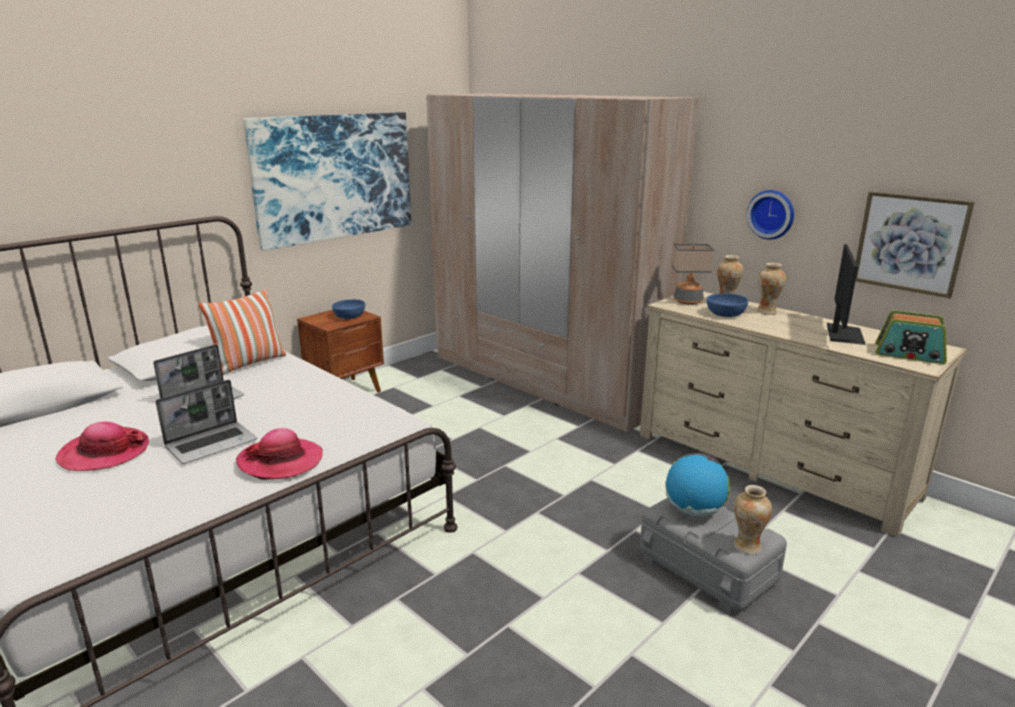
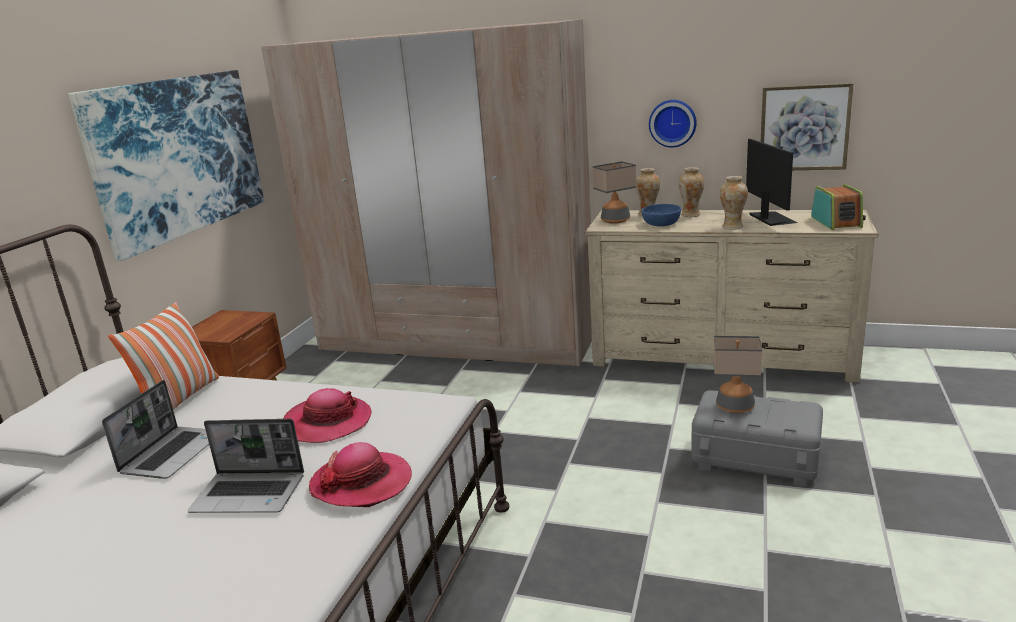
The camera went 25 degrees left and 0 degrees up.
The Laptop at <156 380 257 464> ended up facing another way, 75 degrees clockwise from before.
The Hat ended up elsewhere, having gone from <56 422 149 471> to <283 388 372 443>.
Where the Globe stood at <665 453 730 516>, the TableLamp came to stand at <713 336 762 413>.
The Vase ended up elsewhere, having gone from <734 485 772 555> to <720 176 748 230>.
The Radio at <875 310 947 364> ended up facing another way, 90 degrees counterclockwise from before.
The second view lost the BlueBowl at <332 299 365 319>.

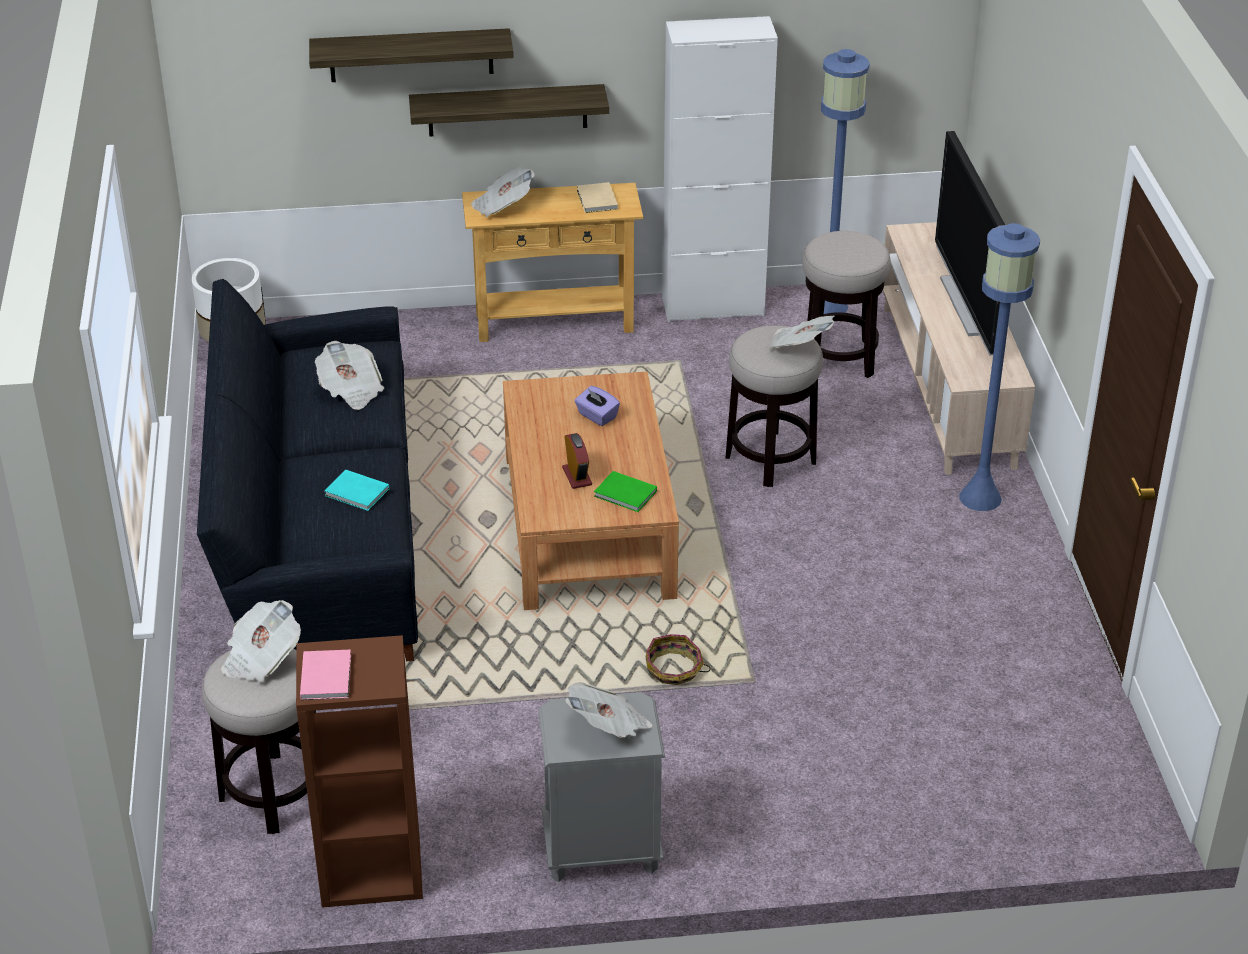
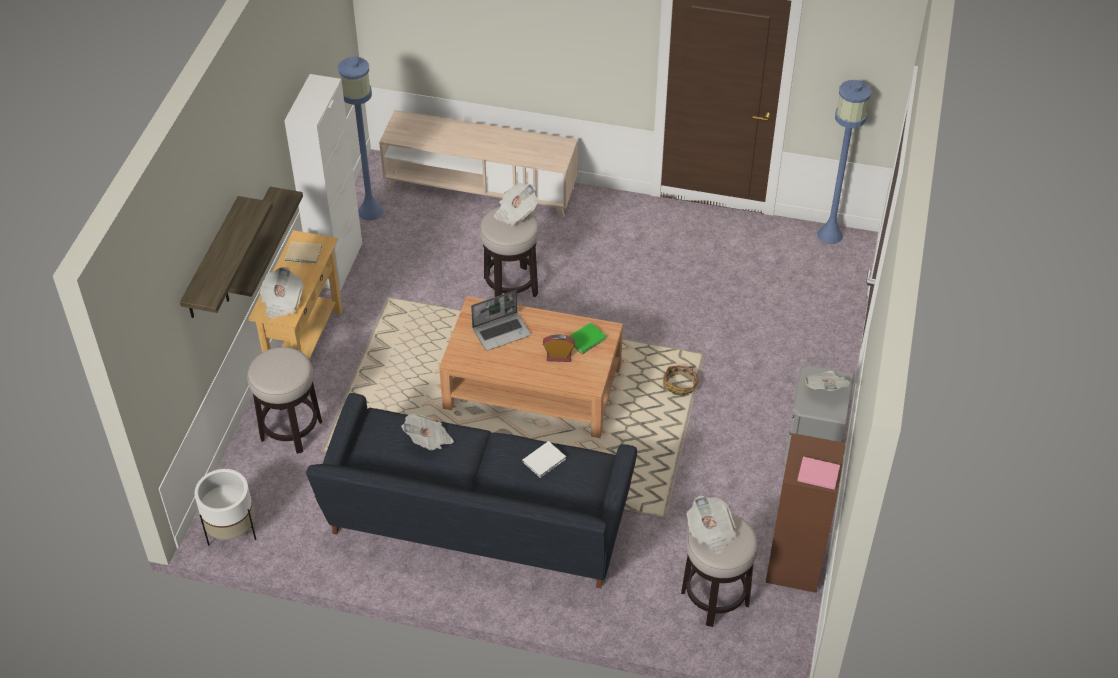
The camera went 70 degrees left and 10 degrees up.
The Stool ended up elsewhere, having gone from <802 231 891 378> to <247 347 322 454>.
Where the PurpleTissueBox stood at <575 386 620 426>, the Laptop came to stand at <471 290 531 351>.
What was the TurquoiseBook at <324 470 389 511> turned into the WhiteBook at <522 441 566 478>.
The BlueFloorLamp ended up elsewhere, having gone from <959 223 1040 511> to <817 80 872 244>.
The second view lost the Television at <935 131 1005 355>.

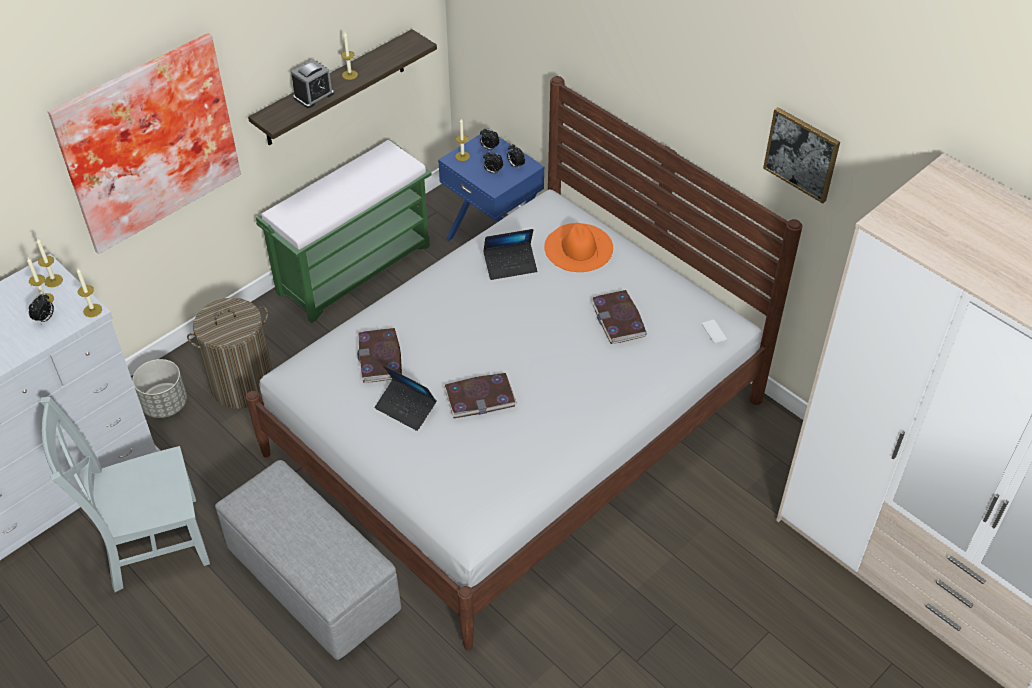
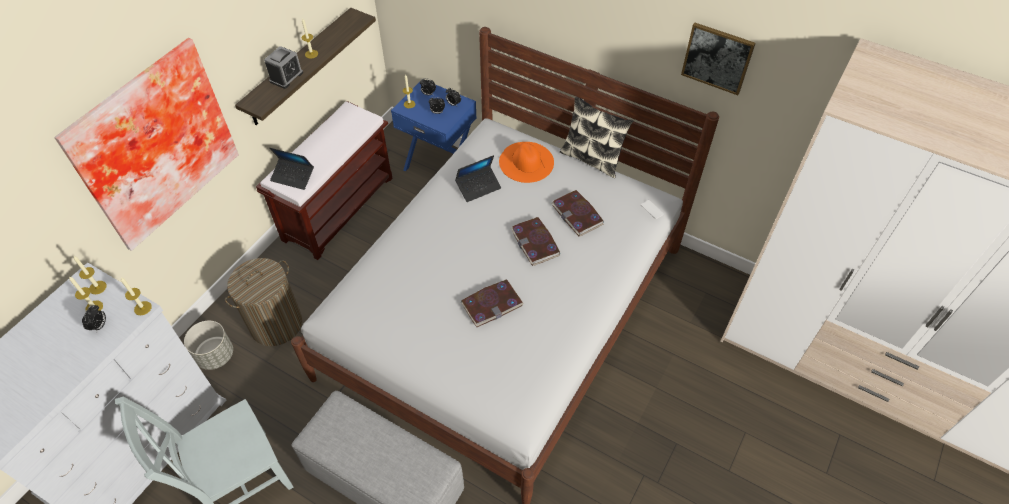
The camera went 15 degrees left and 5 degrees up.
What was the GreenBench at <256 140 432 323> turned into the BrownBench at <256 101 393 260>.
The Laptop ended up elsewhere, having gone from <375 365 437 431> to <270 148 314 190>.
The Book ended up elsewhere, having gone from <357 328 402 383> to <511 217 560 266>.
The second view gained the Pillow at <560 96 633 178>.

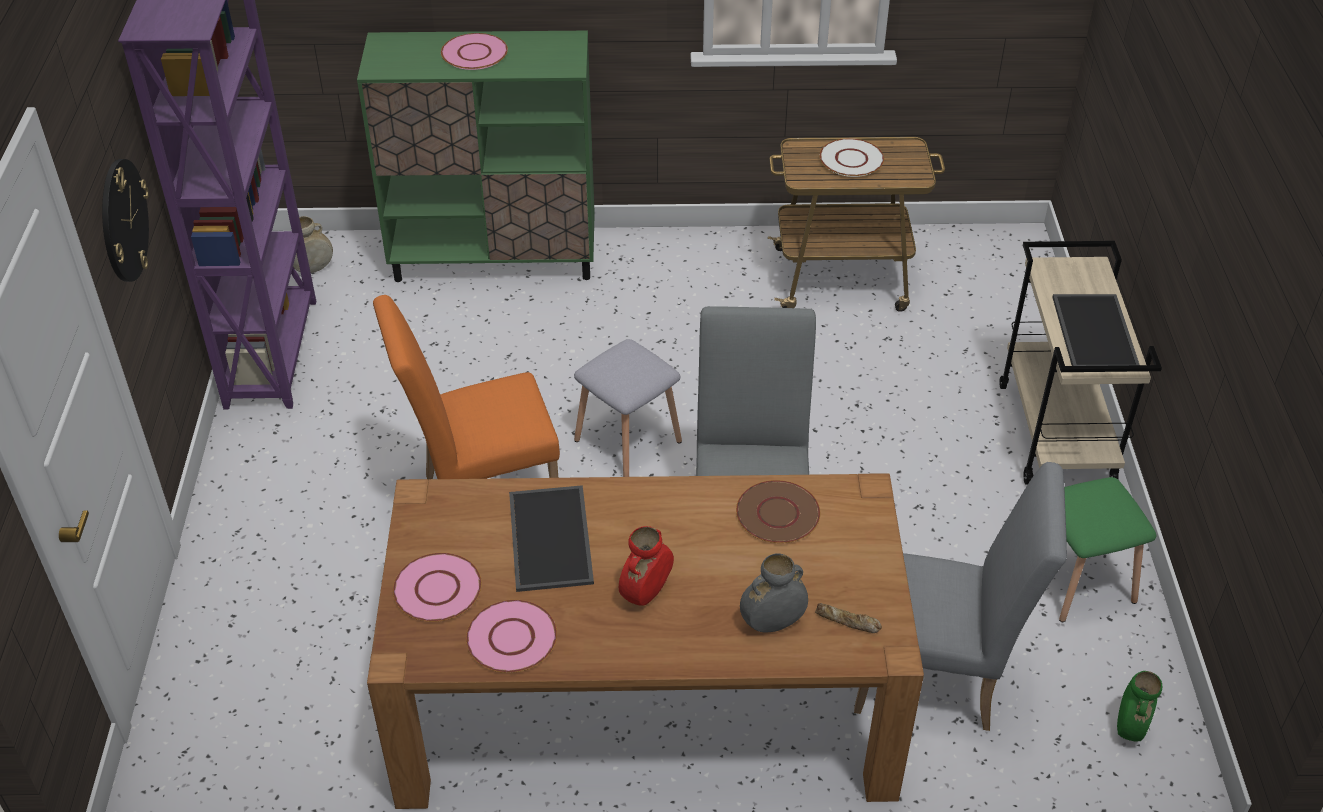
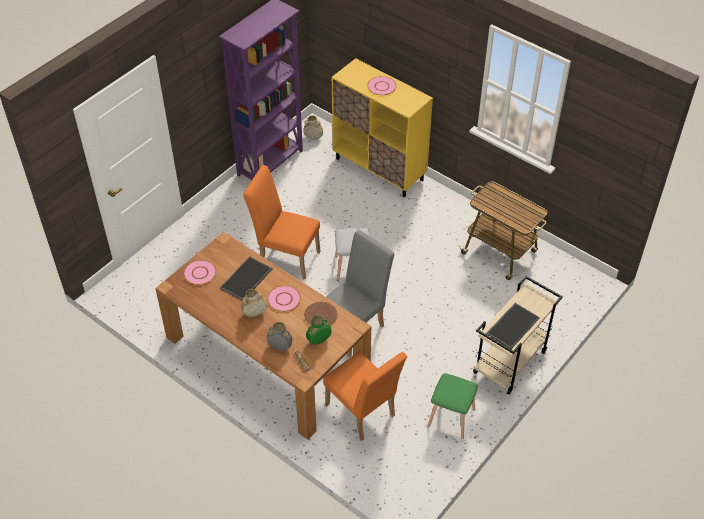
The camera went 40 degrees right and 5 degrees up.
What was the RedVase at <619 526 674 606> turned into the BeigeVase at <241 289 267 317>.
The PinkPlate ended up elsewhere, having gone from <466 600 557 673> to <267 286 301 312>.
The GreenVase ended up elsewhere, having gone from <1117 671 1162 742> to <306 316 332 345>.
What was the GreyChair at <854 462 1067 731> turned into the OrangeChair at <323 352 407 441>.
What was the GreenCabinet at <357 31 595 282> turned into the YellowCabinet at <331 58 433 197>.
The second view lost the WallClock at <102 159 149 282>.
The second view lost the WhitePlate at <819 138 884 177>.

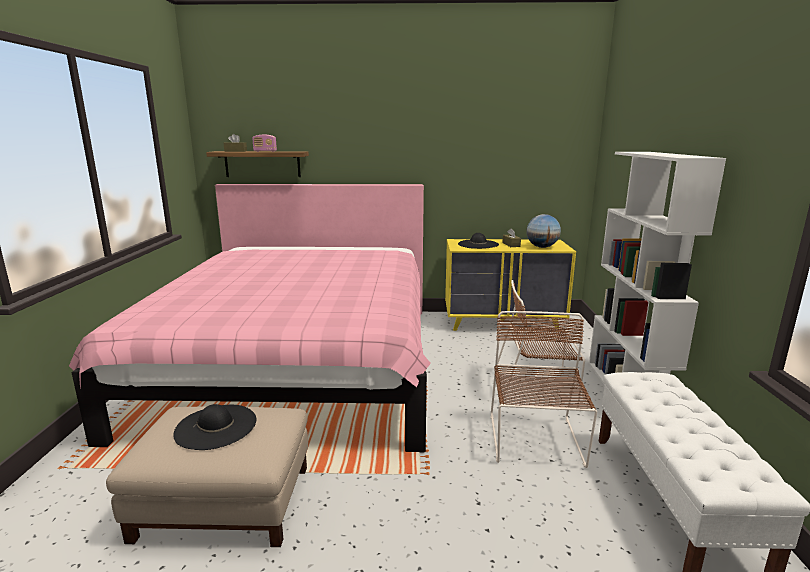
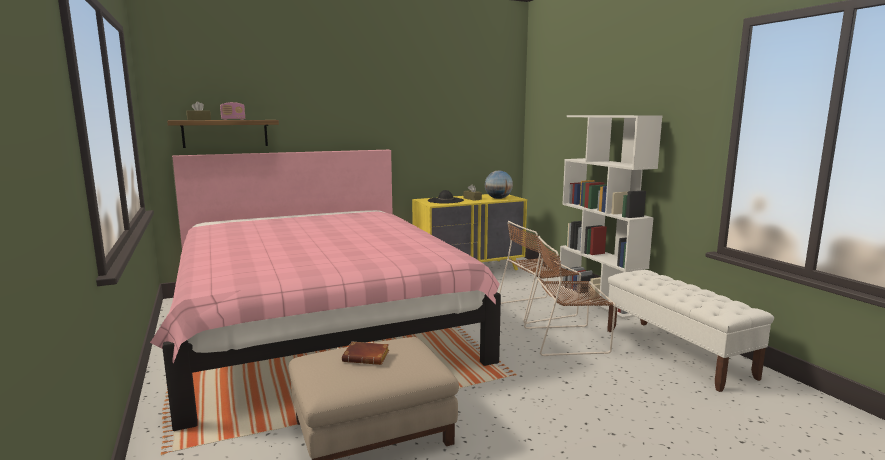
The camera went 25 degrees left and 5 degrees down.
Where the BlackHat stood at <173 404 257 450>, the BrownBook came to stand at <342 342 389 365>.
The BrownChair at <490 311 597 468> ended up facing another way, 75 degrees counterclockwise from before.

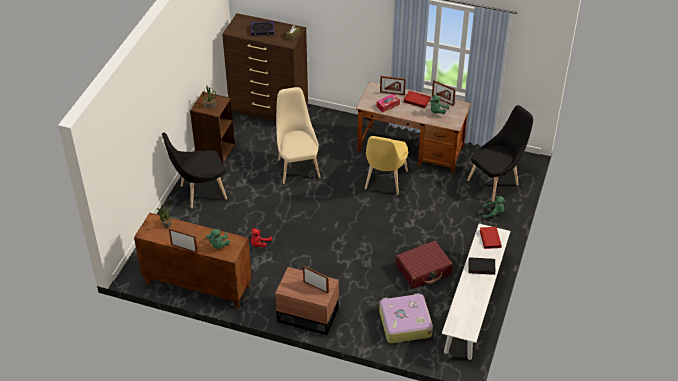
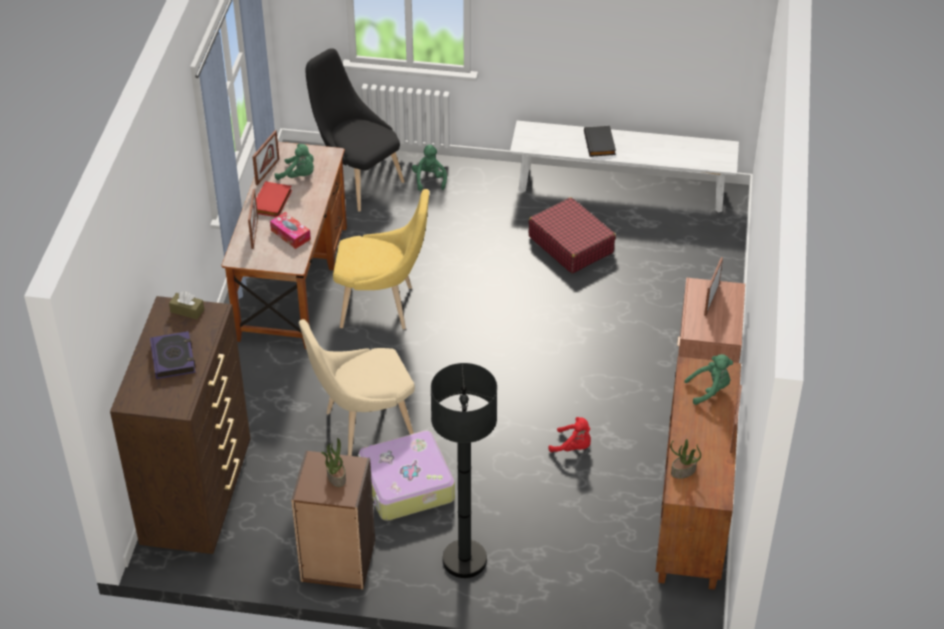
The camera went 100 degrees left and 0 degrees up.
The Suitcase ended up elsewhere, having gone from <379 293 433 343> to <358 430 455 521>.
Where the BlackChair stood at <162 132 227 208>, the BlackFloorLamp came to stand at <431 363 497 578>.
The second view lost the RedBook at <480 226 502 249>.

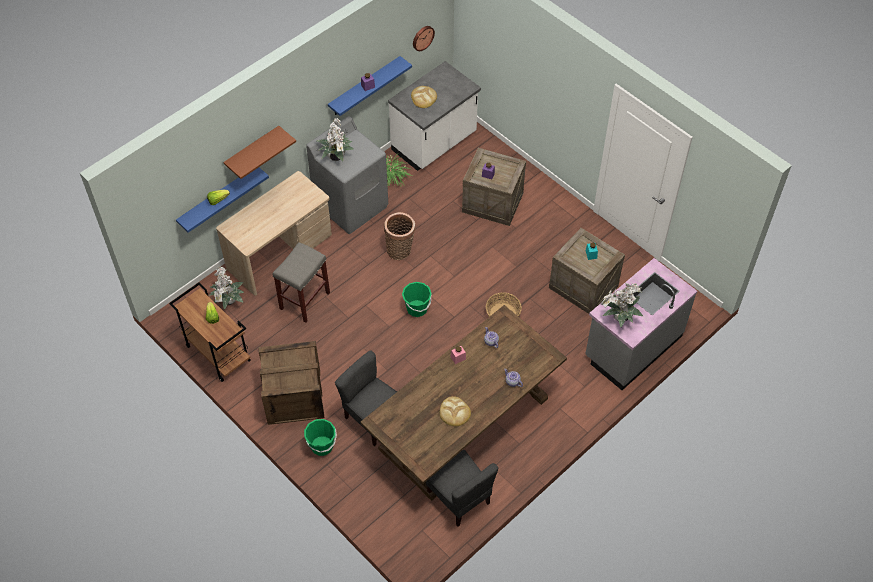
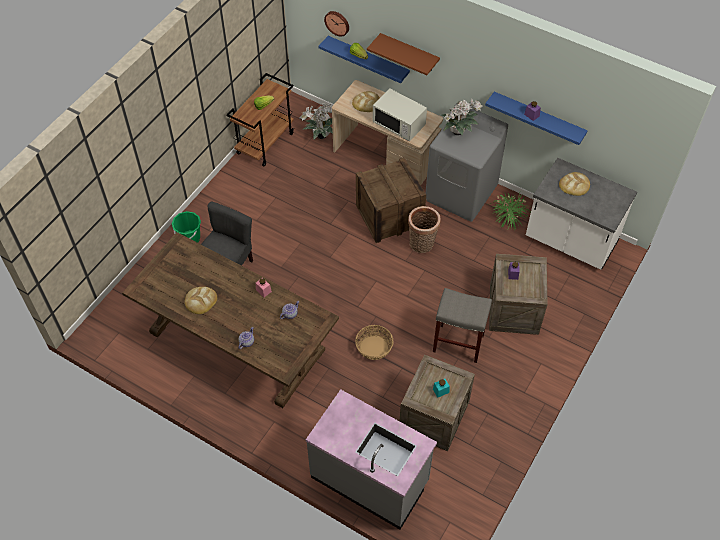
The camera went 75 degrees right and 0 degrees up.
The WallClock ended up elsewhere, having gone from <413 26 435 51> to <324 11 349 37>.
The second view gained the Bread at <352 91 380 112>.
The Crate ended up elsewhere, having gone from <258 341 324 425> to <356 157 426 243>.
The second view gained the WhiteMicrowave at <373 88 427 142>.
The GreyStool ended up elsewhere, having gone from <273 242 330 323> to <433 288 492 363>.
The second view lost the GreenBucket at <402 282 432 317>.
The second view lost the GreyChair at <426 450 498 527>.
The second view lost the PottedPlant at <600 283 643 327>.

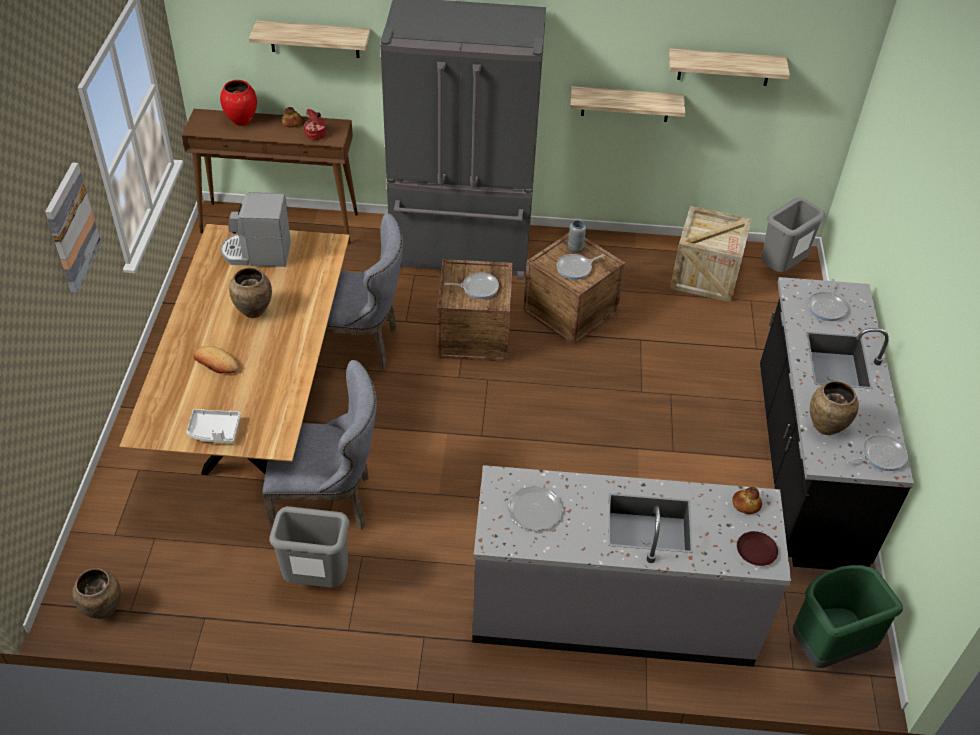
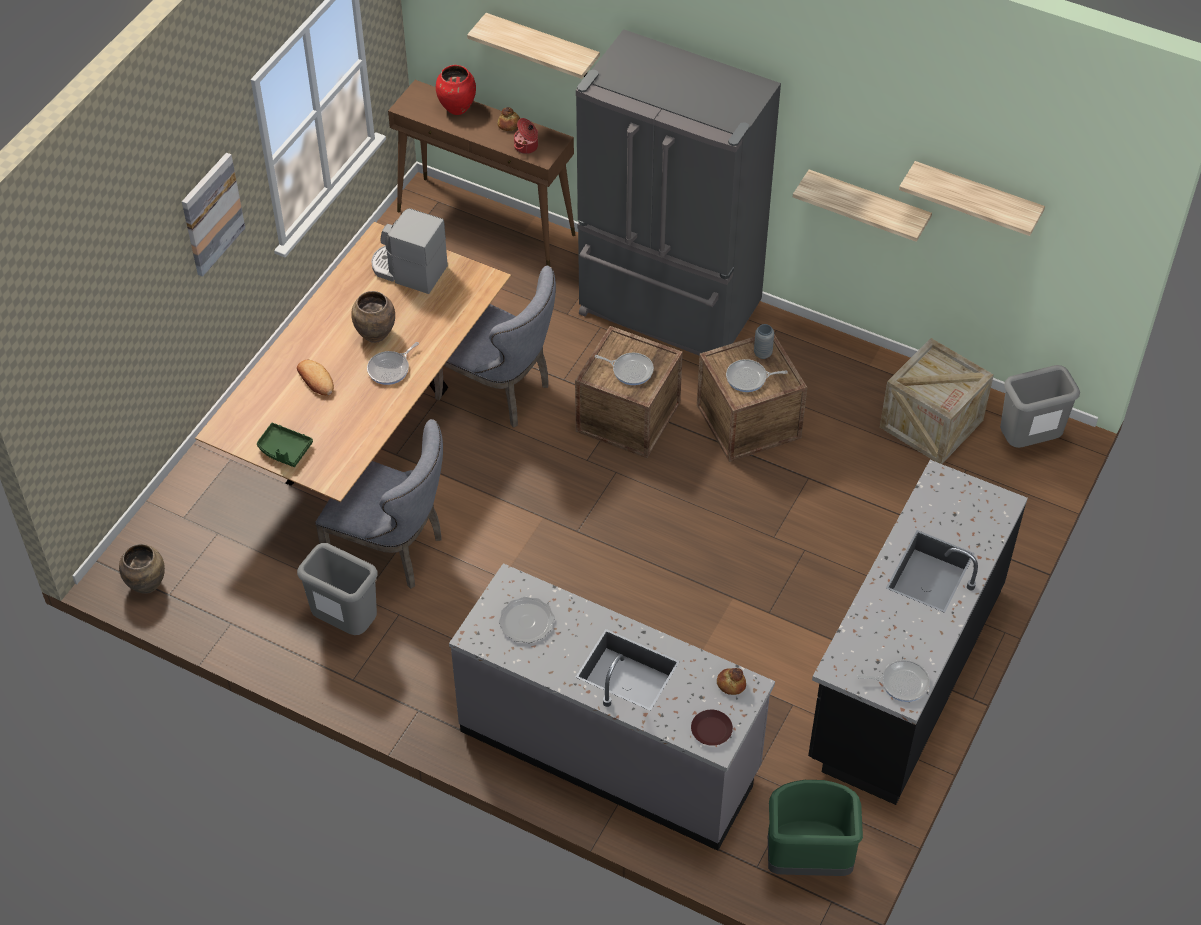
The camera went 25 degrees right and 5 degrees up.
What was the WhiteTray at <187 409 241 443> turned into the GreenTray at <257 423 313 467>.
The FryingPan ended up elsewhere, having gone from <808 279 848 321> to <367 342 419 385>.
The second view lost the BrownVase at <810 381 859 435>.

